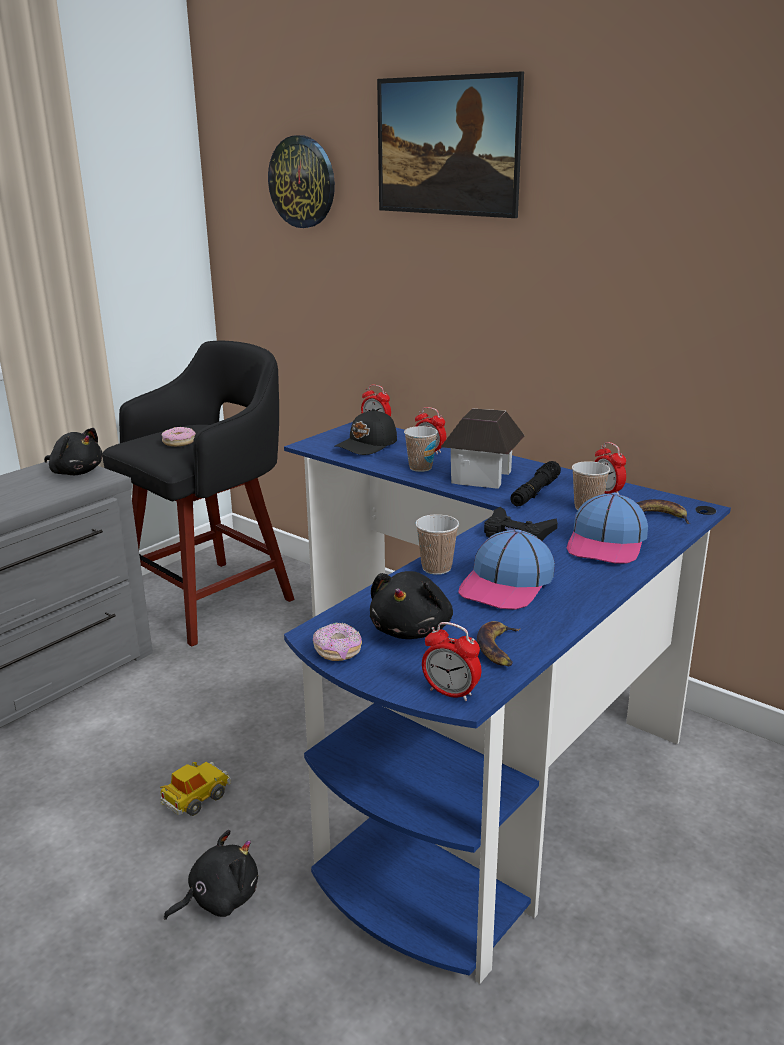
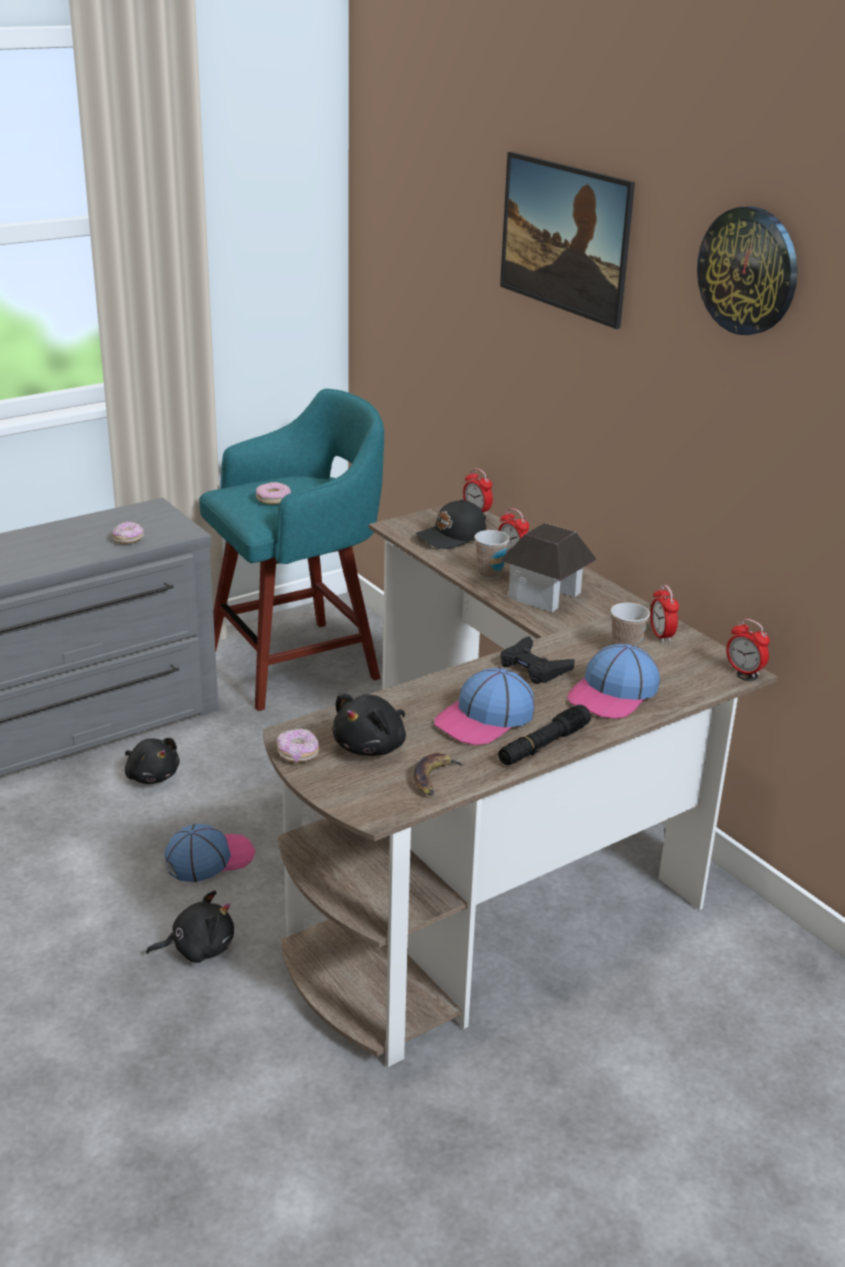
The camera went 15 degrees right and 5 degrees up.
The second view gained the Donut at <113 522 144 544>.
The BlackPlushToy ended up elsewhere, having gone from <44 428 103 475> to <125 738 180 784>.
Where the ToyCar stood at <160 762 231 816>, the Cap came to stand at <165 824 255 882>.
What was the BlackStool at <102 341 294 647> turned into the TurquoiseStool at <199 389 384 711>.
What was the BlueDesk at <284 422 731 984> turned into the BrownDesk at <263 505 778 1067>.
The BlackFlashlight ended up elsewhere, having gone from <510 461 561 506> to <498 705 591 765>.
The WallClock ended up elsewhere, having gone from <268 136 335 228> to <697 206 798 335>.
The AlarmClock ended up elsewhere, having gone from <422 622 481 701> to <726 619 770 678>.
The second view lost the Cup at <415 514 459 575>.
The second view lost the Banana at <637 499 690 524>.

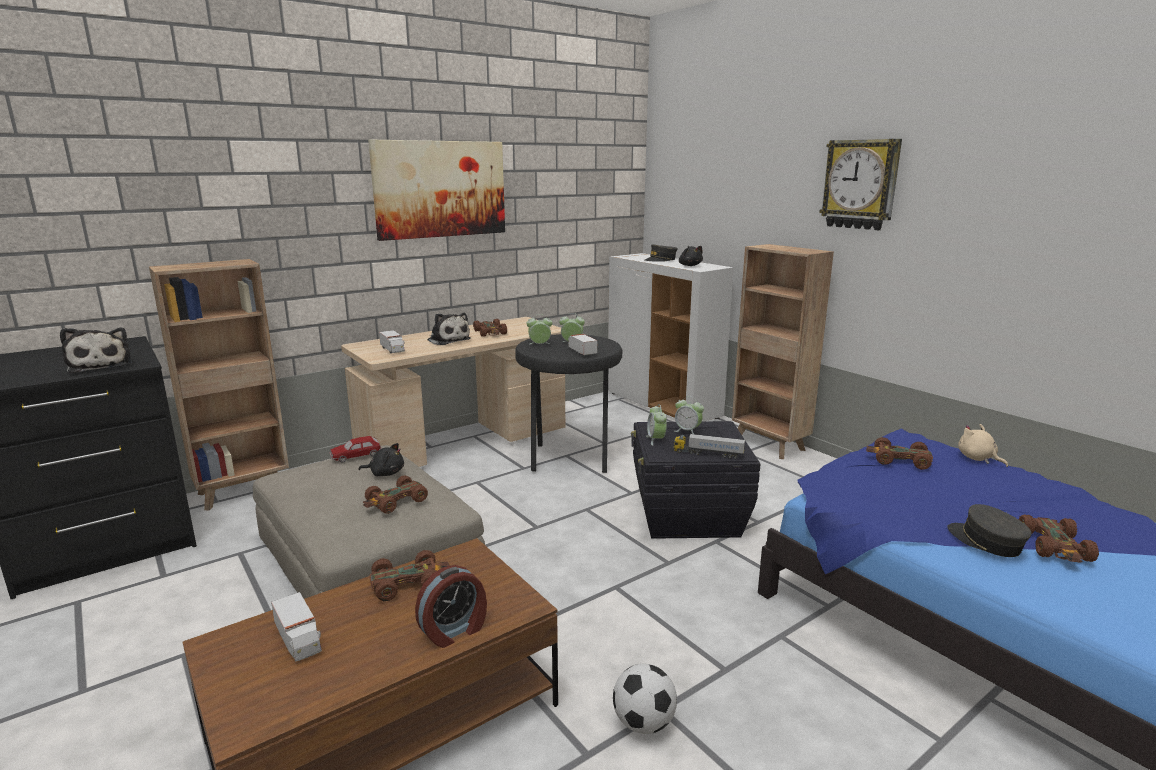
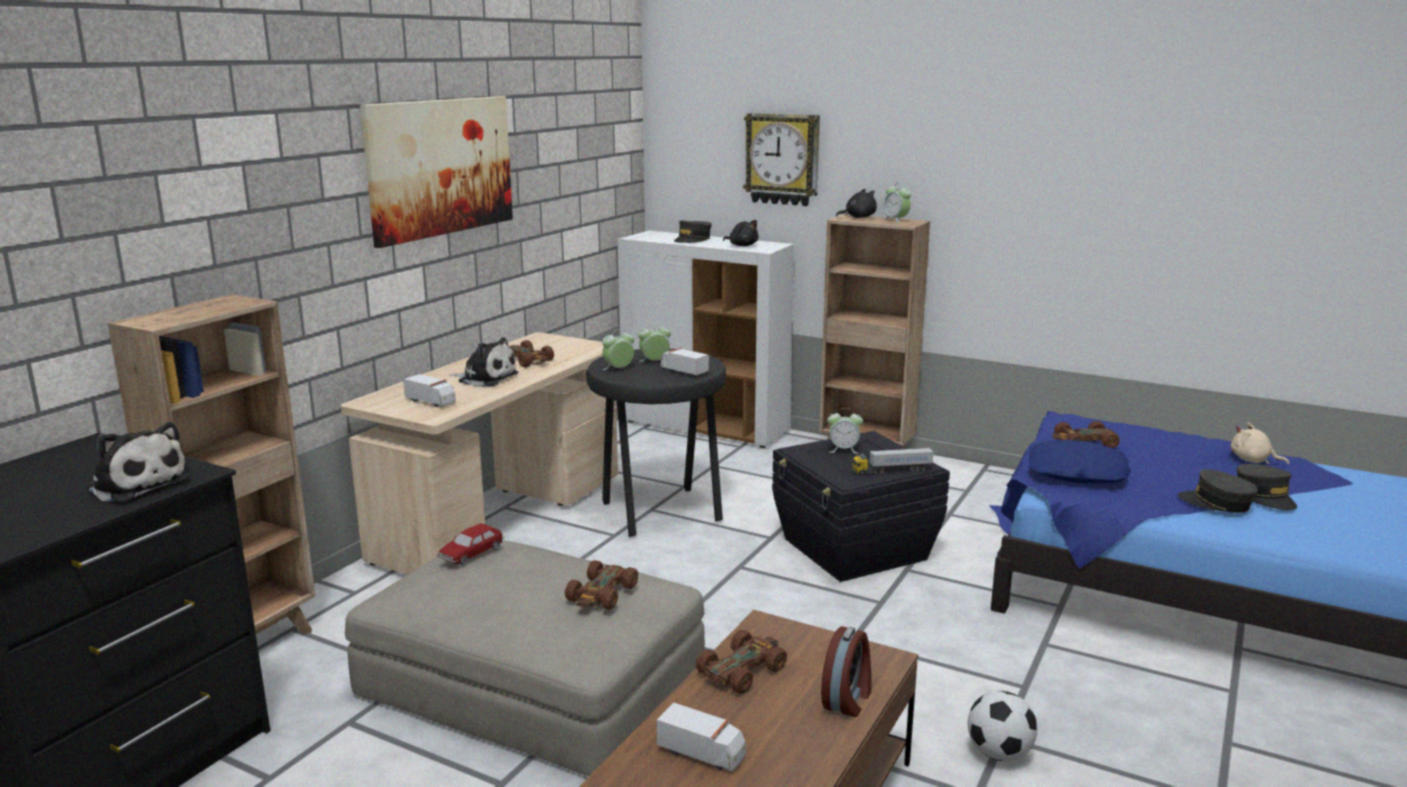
The camera went 25 degrees left and 0 degrees up.
The WallClock ended up elsewhere, having gone from <819 139 902 230> to <743 113 820 206>.
The BlackPlushToy ended up elsewhere, having gone from <359 443 404 476> to <836 189 877 218>.
The AlarmClock ended up elsewhere, having gone from <646 404 667 446> to <882 182 911 223>.
The second view gained the BluePillow at <1028 440 1131 484>.
The BeigePlushToy ended up elsewhere, having gone from <958 424 1008 467> to <1231 422 1289 465>.
Where the BrownToyCar stood at <1019 514 1099 563>, the GreyCap came to stand at <1237 464 1297 510>.

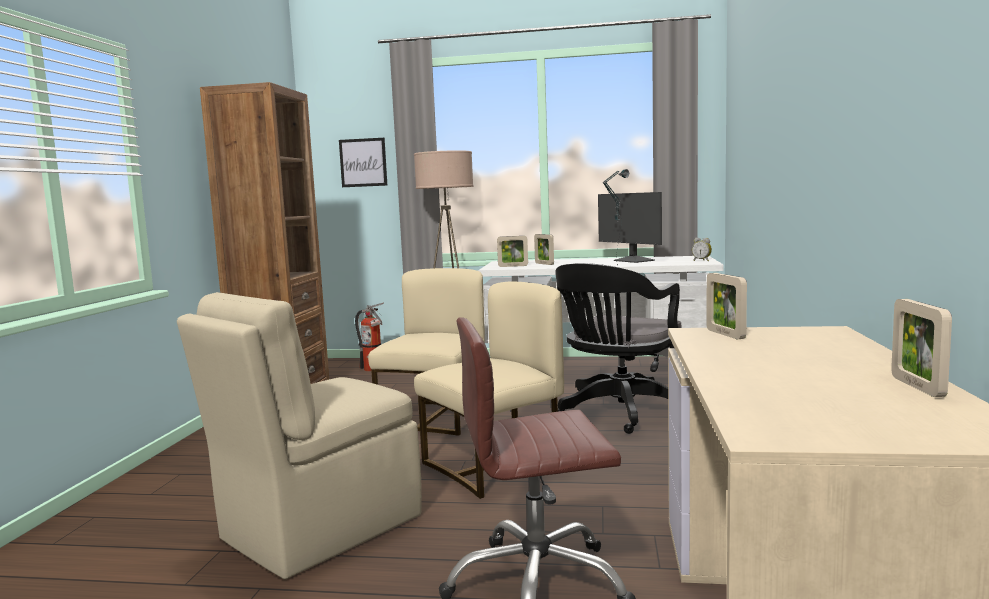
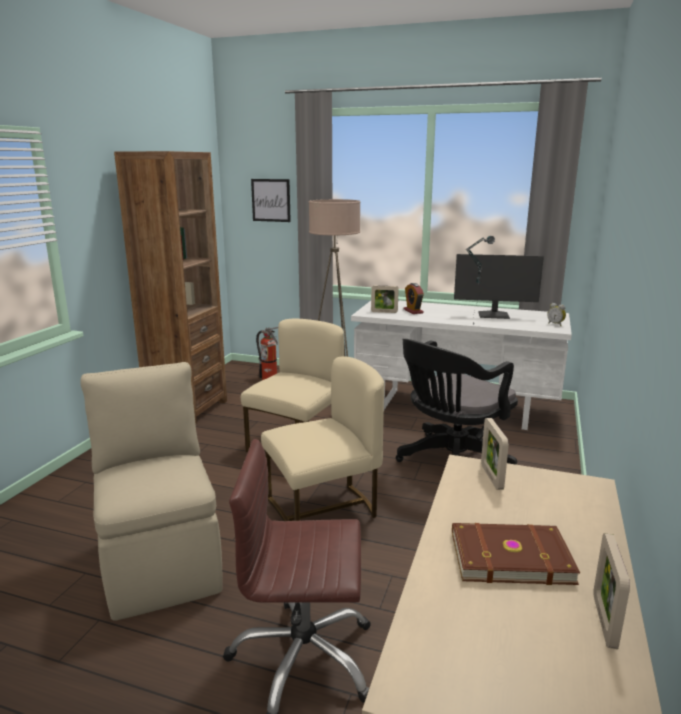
The camera went 10 degrees right and 10 degrees up.
The BeigeChair at <177 292 422 579> ended up facing another way, 105 degrees clockwise from before.
Where the PictureFrame stood at <534 234 554 265>, the AlarmClock came to stand at <403 283 424 314>.
The second view gained the BrownBook at <452 523 580 585>.
The Monitor at <598 192 662 263> ended up facing another way, 60 degrees counterclockwise from before.

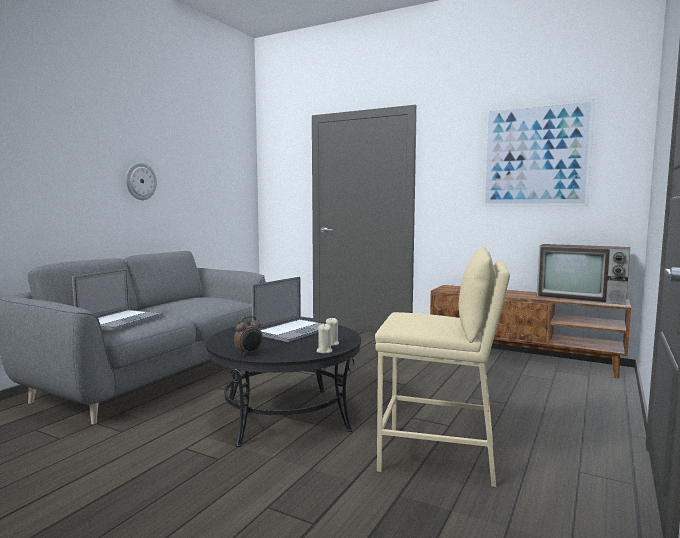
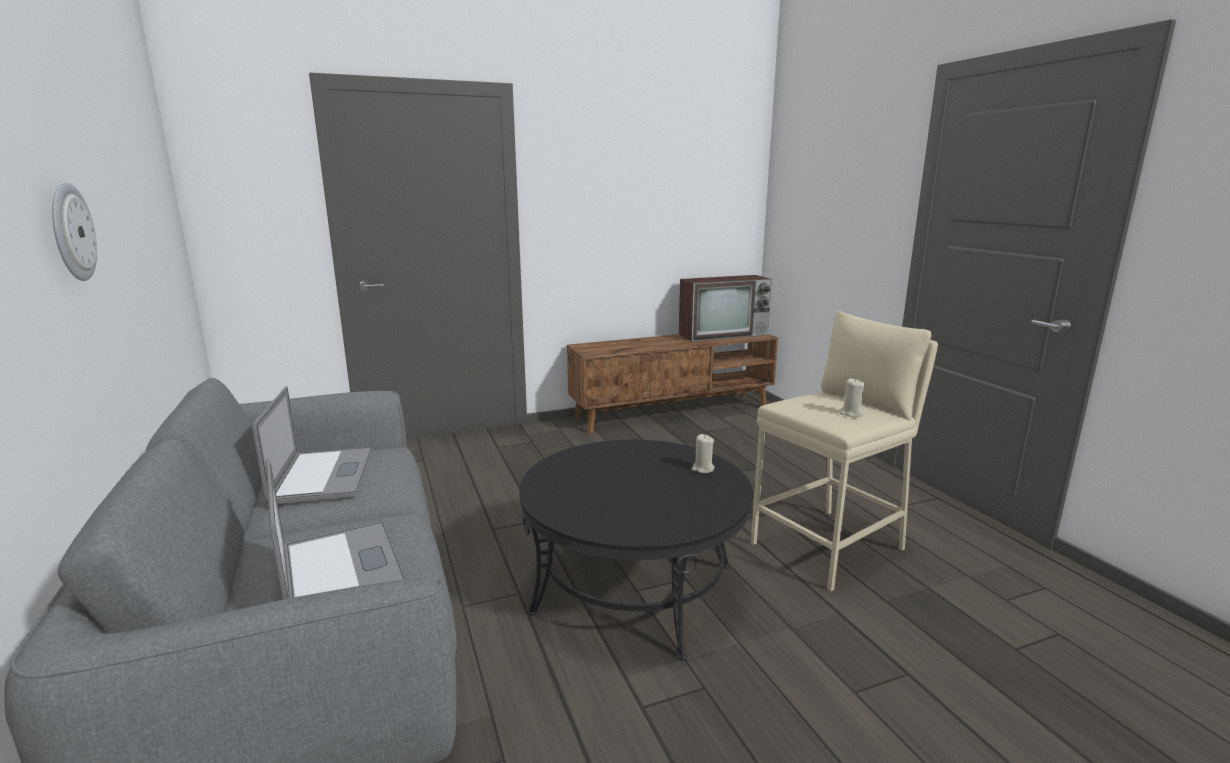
The camera went 50 degrees left and 10 degrees up.
The Laptop ended up elsewhere, having gone from <251 277 325 342> to <252 386 373 504>.
The BeigeCandle ended up elsewhere, having gone from <317 324 332 354> to <840 378 865 417>.
The second view lost the AlarmClock at <234 316 263 357>.
The second view lost the Picture at <482 98 595 207>.

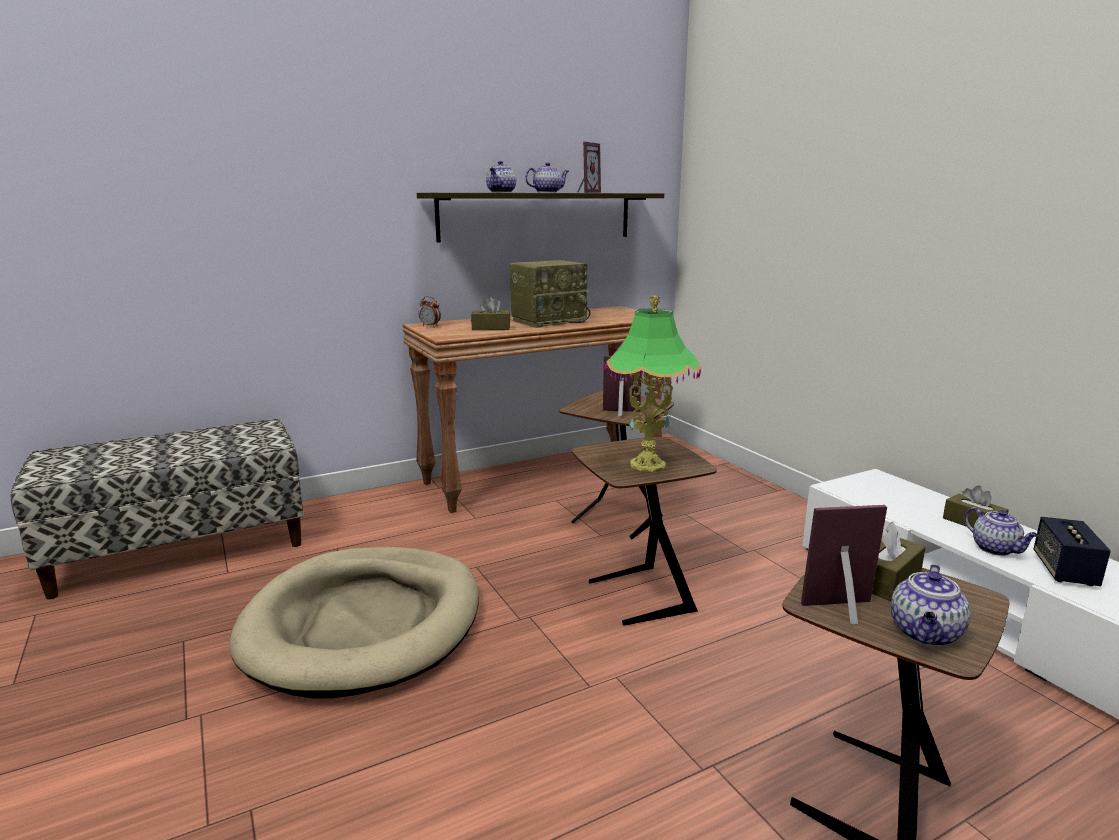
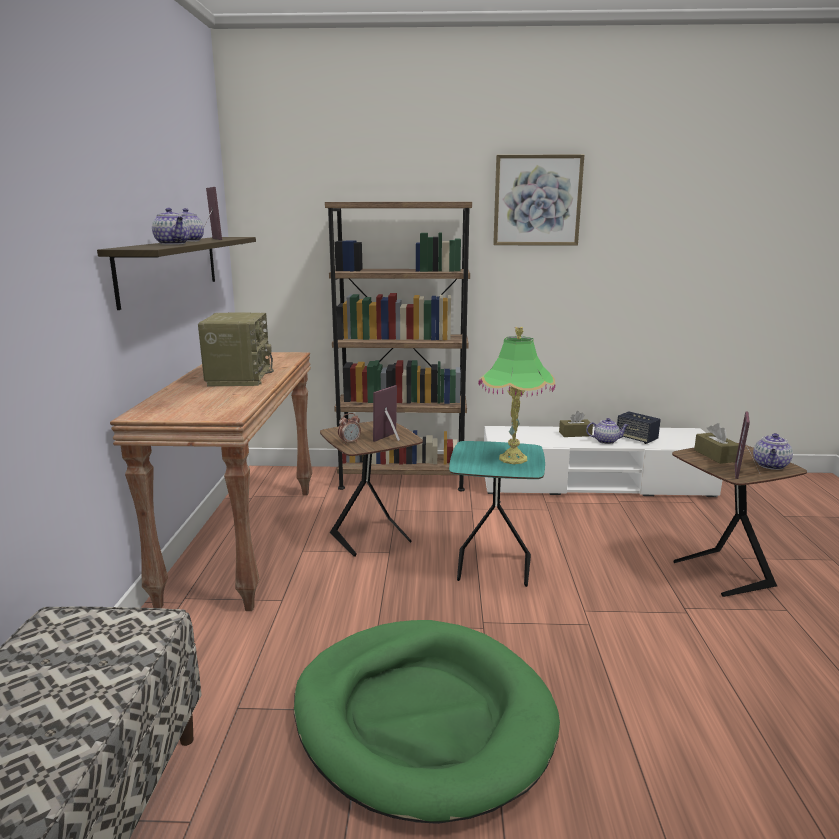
The camera went 60 degrees left and 0 degrees up.
What was the BeigeDogBed at <229 547 478 698> turned into the GreenDogBed at <294 620 560 824>.
The second view gained the BrownBookcase at <325 202 472 491>.
The AlarmClock ended up elsewhere, having gone from <419 296 441 327> to <338 413 361 445>.
What was the BrownSideTable at <572 437 717 626> turned into the TurquoiseSideTable at <449 441 545 587>.
The second view gained the Picture at <493 155 584 245>.
The Teapot at <891 564 971 646> ended up facing another way, 60 degrees clockwise from before.
The second view lost the BrownTissueBox at <471 296 510 330>.

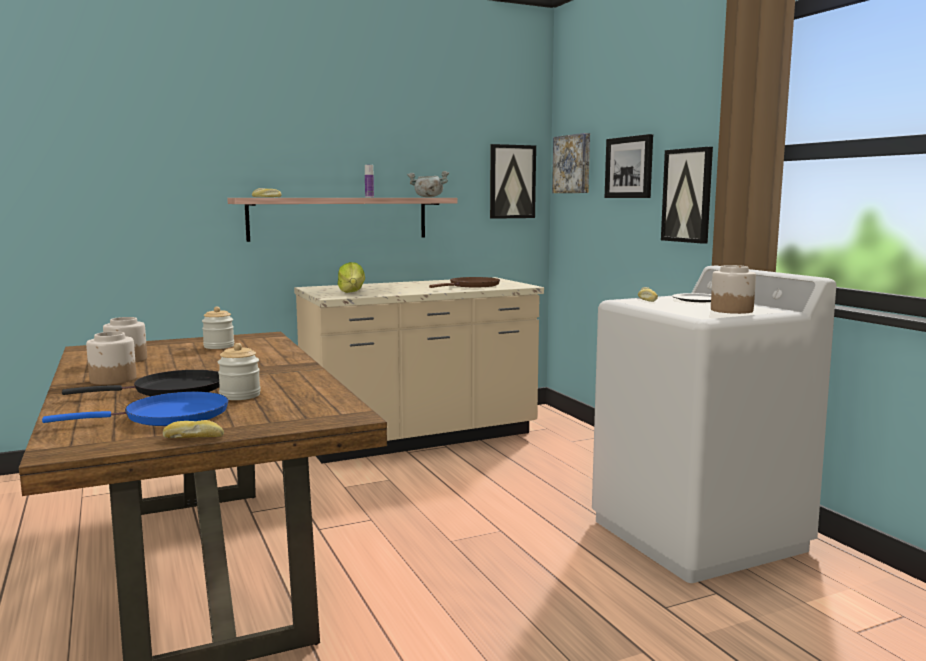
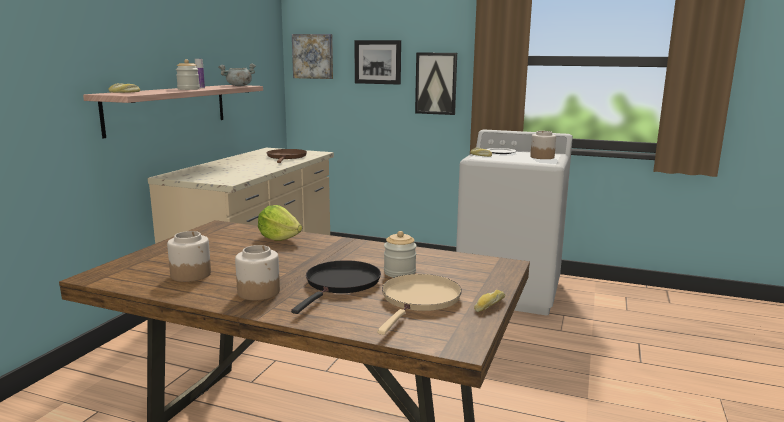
The camera went 45 degrees left and 5 degrees up.
The Jar ended up elsewhere, having gone from <202 307 234 349> to <176 59 200 90>.
The Lettuce ended up elsewhere, having gone from <338 262 365 293> to <258 205 302 241>.
What was the BlueFryingPan at <42 392 228 426> turned into the BeigeFryingPan at <377 274 462 335>.
The second view lost the Picture at <490 144 536 219>.

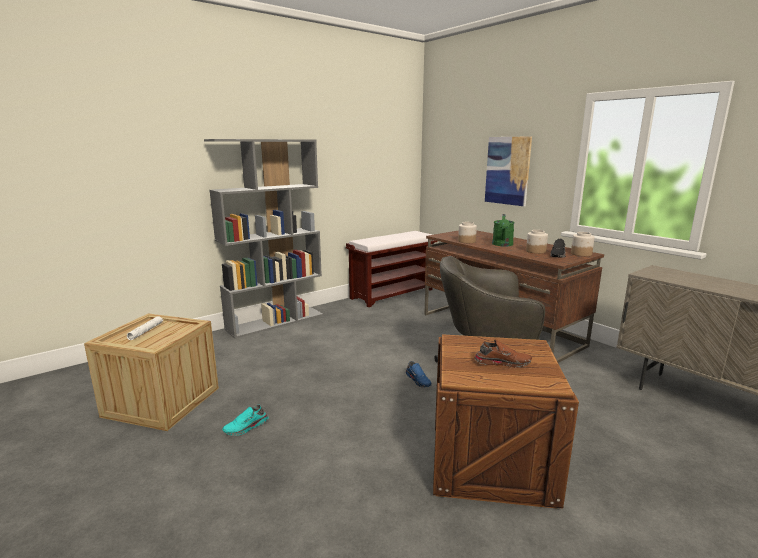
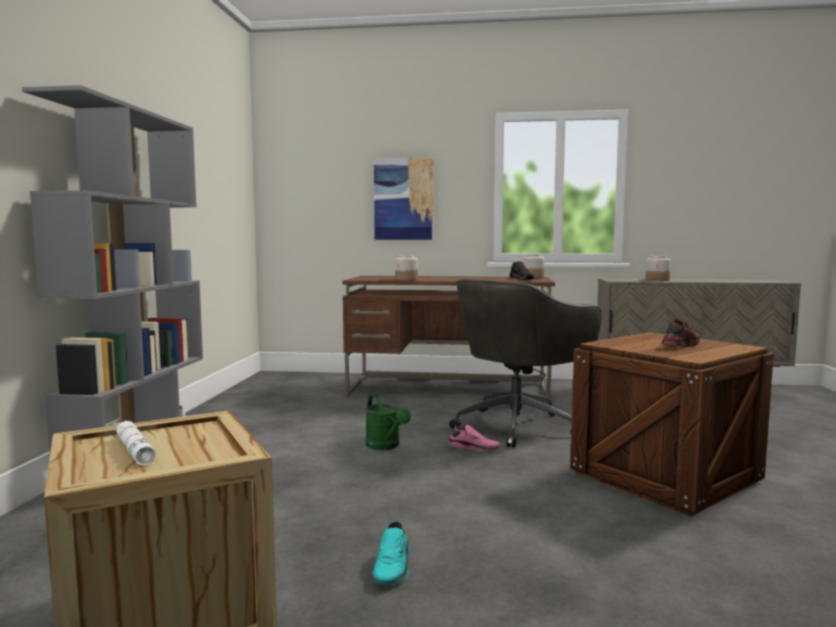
The camera went 45 degrees left and 10 degrees down.
The GreenWateringCan ended up elsewhere, having gone from <492 214 515 247> to <365 395 411 450>.
What was the BlueShoe at <406 361 431 388> turned into the PinkShoe at <448 424 501 452>.
The Jar ended up elsewhere, having gone from <526 230 548 254> to <645 255 671 281>.
The second view lost the BrownBench at <346 231 438 307>.

